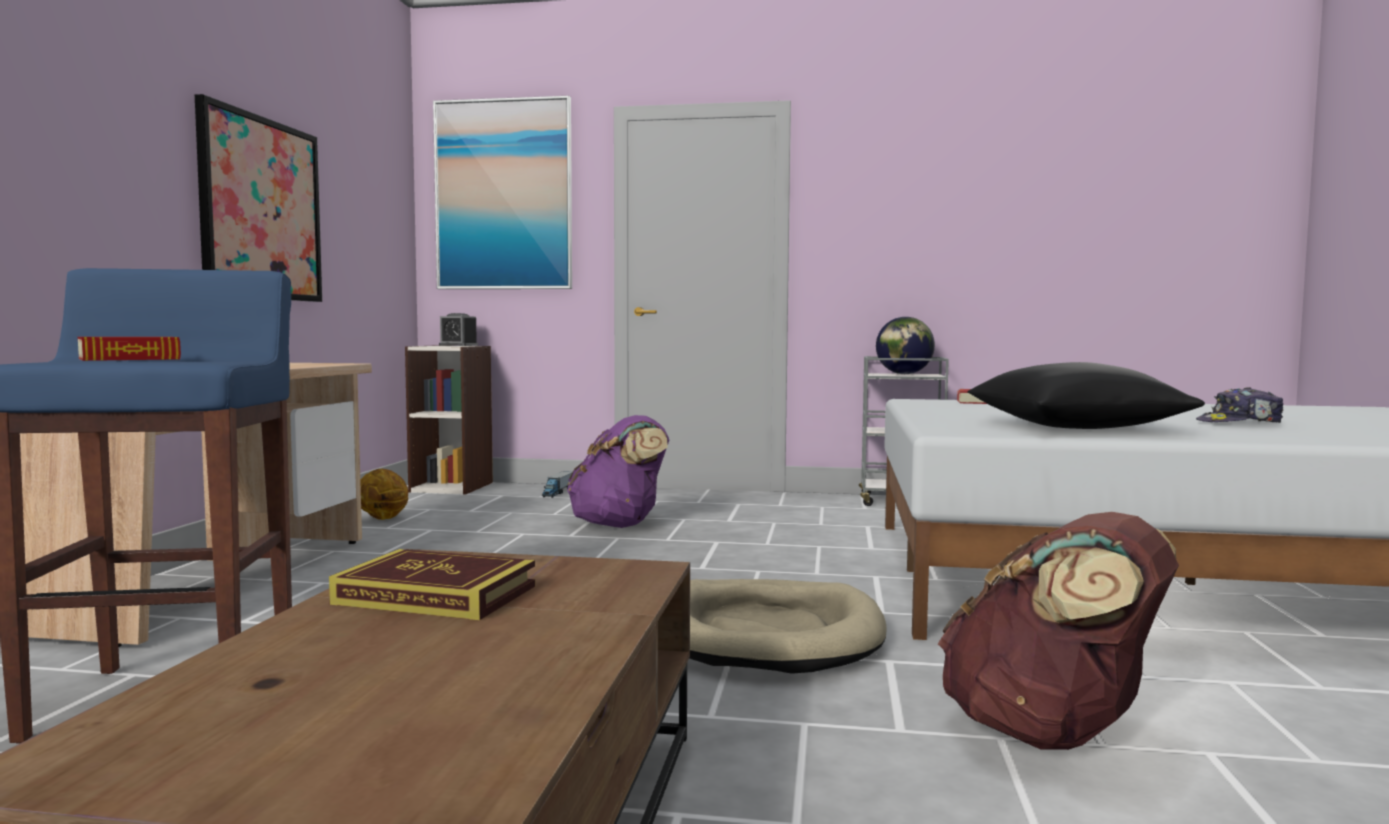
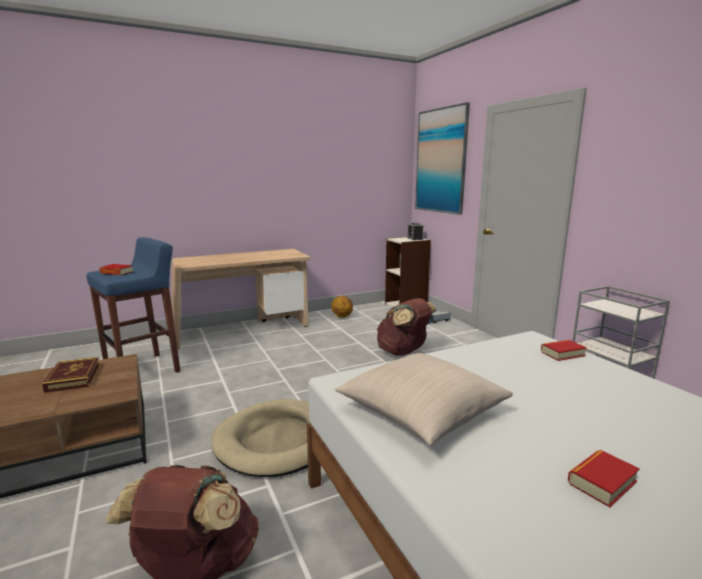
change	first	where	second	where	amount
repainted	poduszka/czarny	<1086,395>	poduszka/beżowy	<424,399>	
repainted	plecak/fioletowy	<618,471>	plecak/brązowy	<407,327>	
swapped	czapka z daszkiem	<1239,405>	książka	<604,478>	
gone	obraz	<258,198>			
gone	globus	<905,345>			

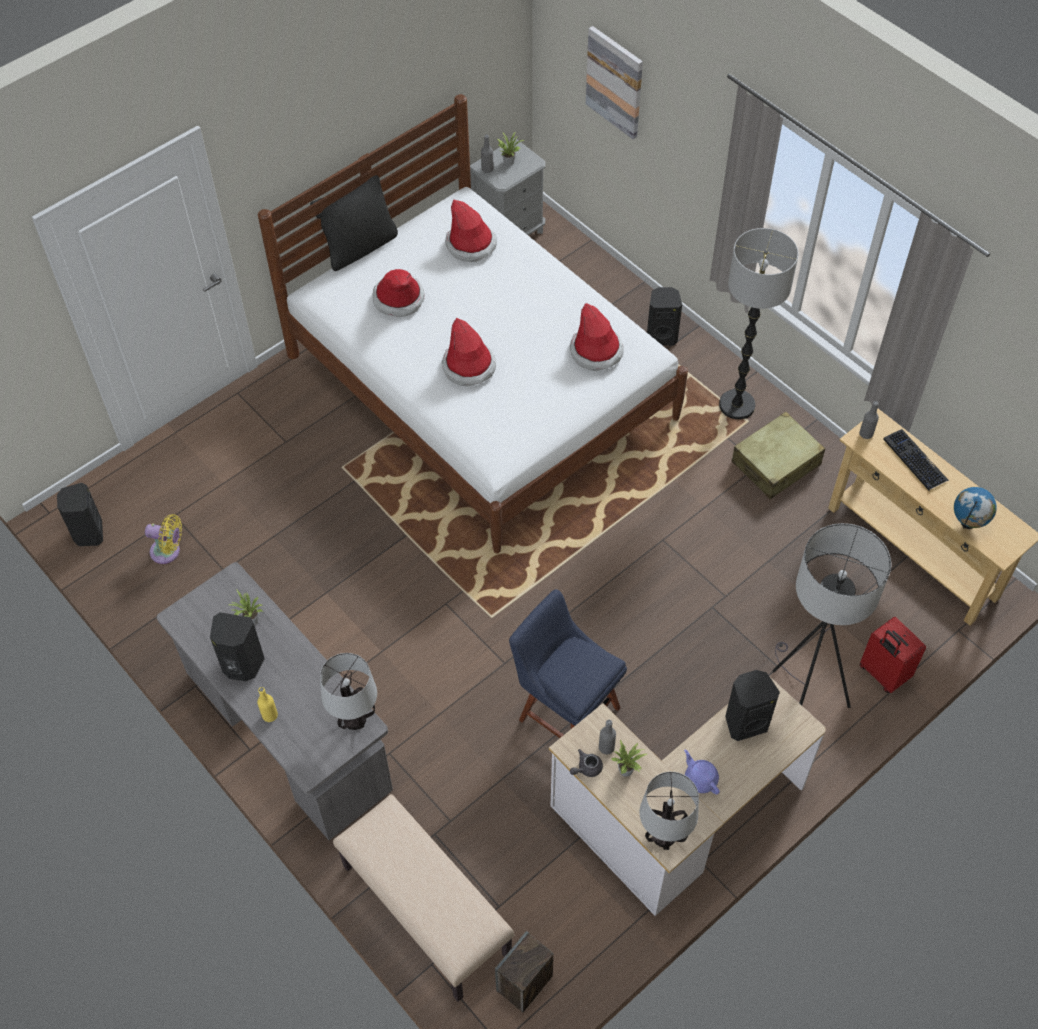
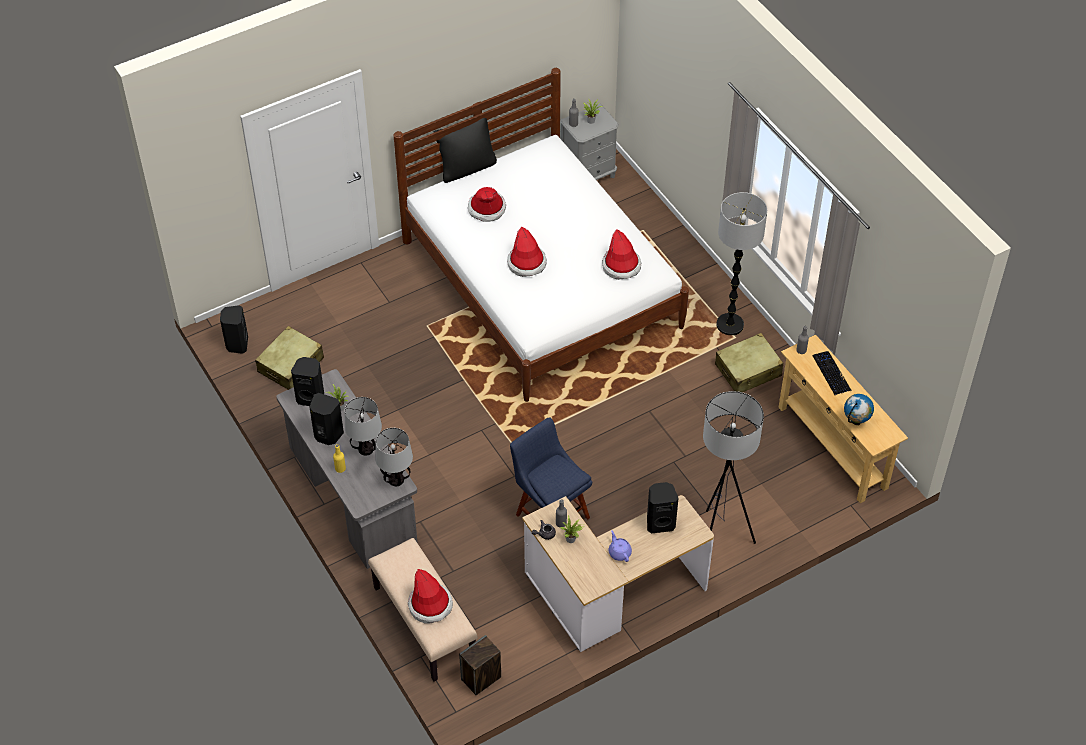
change	first	where	second	where	amount
swapped	wentylator/żółty	<163,539>	walizka/beżowy	<289,358>	
shifted	głośnik/czarny	<664,316>		<307,381>	
shifted	lampa stołowa	<669,811>		<363,426>	
shifted	kapelusz	<471,231>		<430,596>	
gone	obraz	<614,82>			
gone	walizka/czerwony	<892,655>			

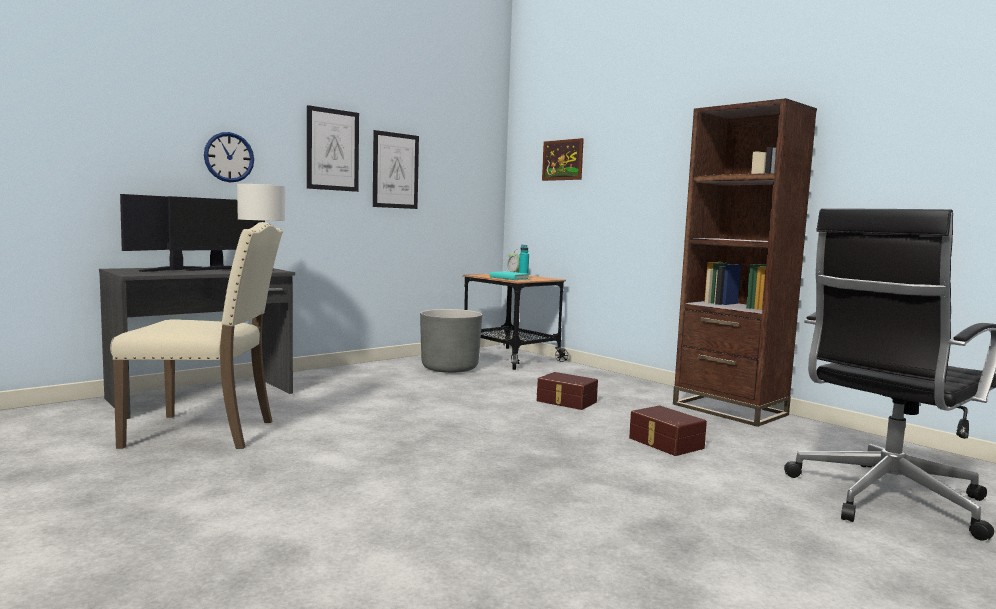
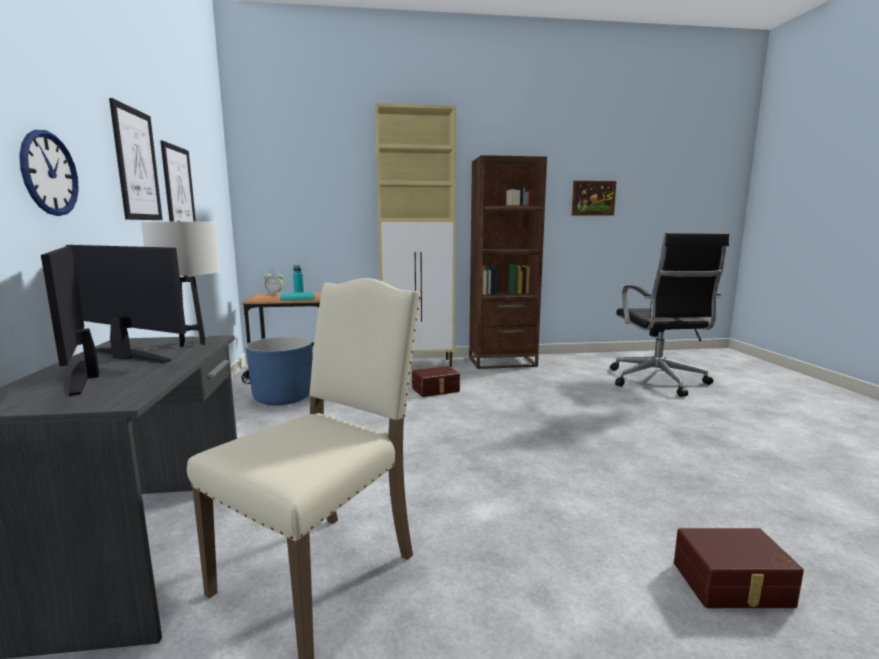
change	first	where	second	where	amount
rotated	monitor	<216,233>		<126,304>	45 degrees counterclockwise
repainted	donica/szary	<451,341>	donica/niebieski	<278,370>	
new			szafka/beżowy	<415,235>	
shifted	obraz	<563,159>		<594,198>	
shifted	pojemnik do przechowywania/brązowy	<668,431>		<739,568>	

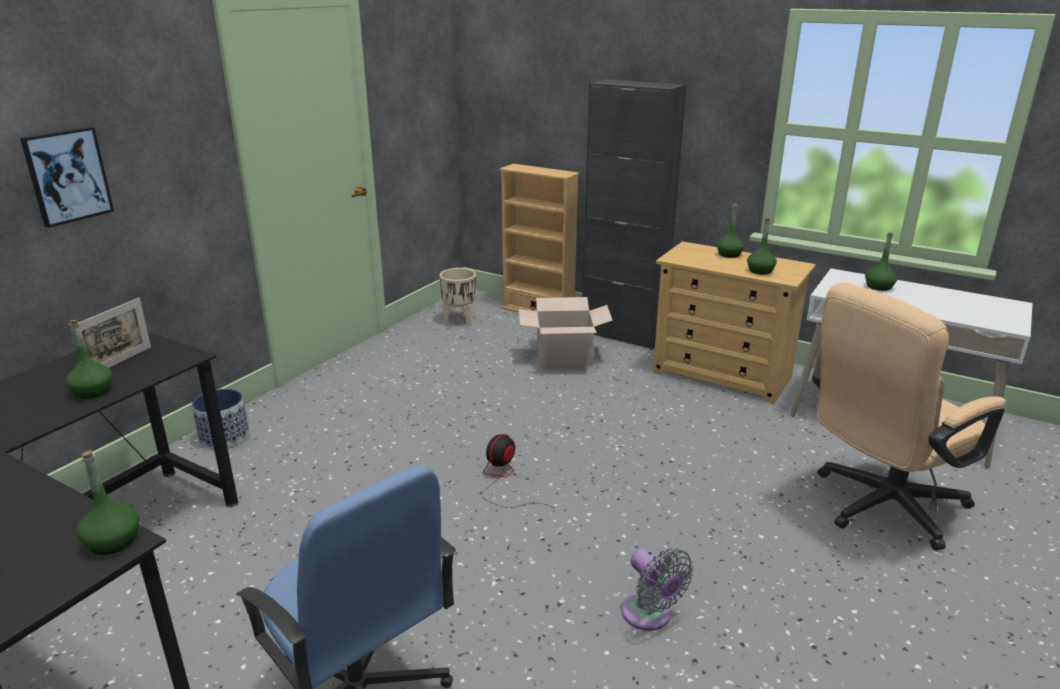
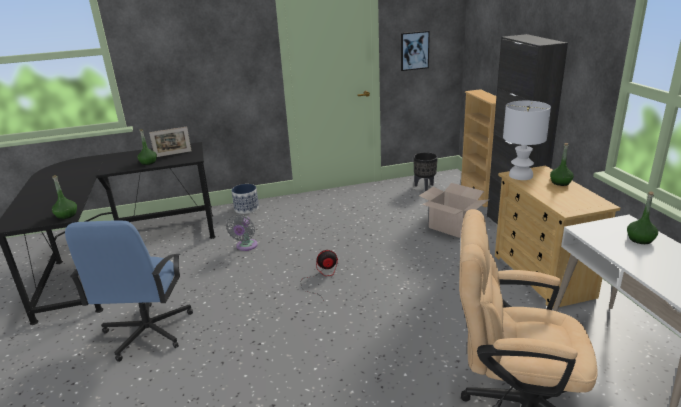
change	first	where	second	where	amount
shifted	wentylator/szary	<657,589>		<242,232>	
shifted	obraz	<67,177>		<415,51>	
repainted	donica/beżowy	<457,297>	donica/czarny	<425,171>	
new			lampa stołowa/biały	<527,140>	
gone	butelka/zielony	<762,246>			

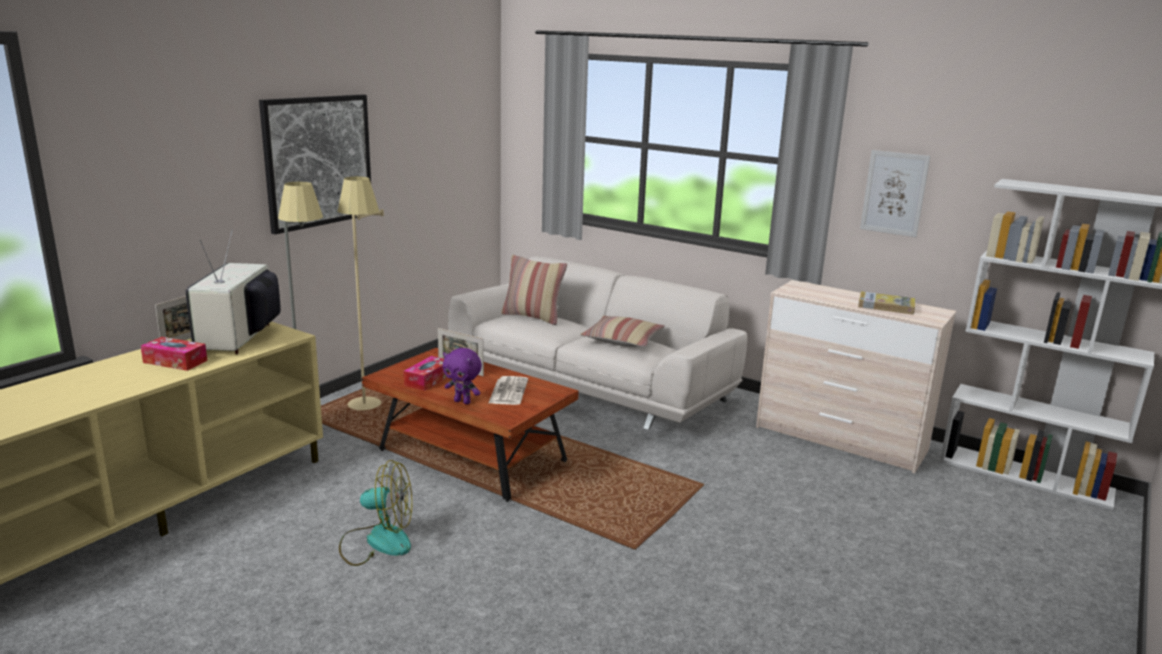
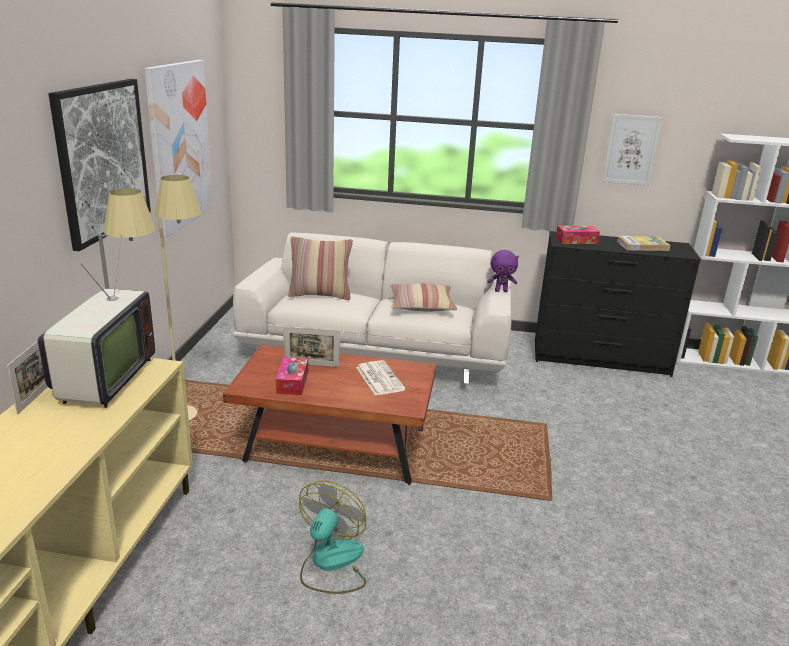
change	first	where	second	where	amount
rotated	telewizor	<233,291>		<96,321>	150 degrees counterclockwise
new			obraz	<178,149>	
rotated	wentylator	<375,513>		<332,537>	45 degrees counterclockwise
shifted	pluszak/fioletowy	<462,376>		<503,271>	
repainted	komoda/beżowy	<856,377>	komoda/czarny	<618,304>	
shifted	pudełko chusteczek	<174,354>		<577,235>	

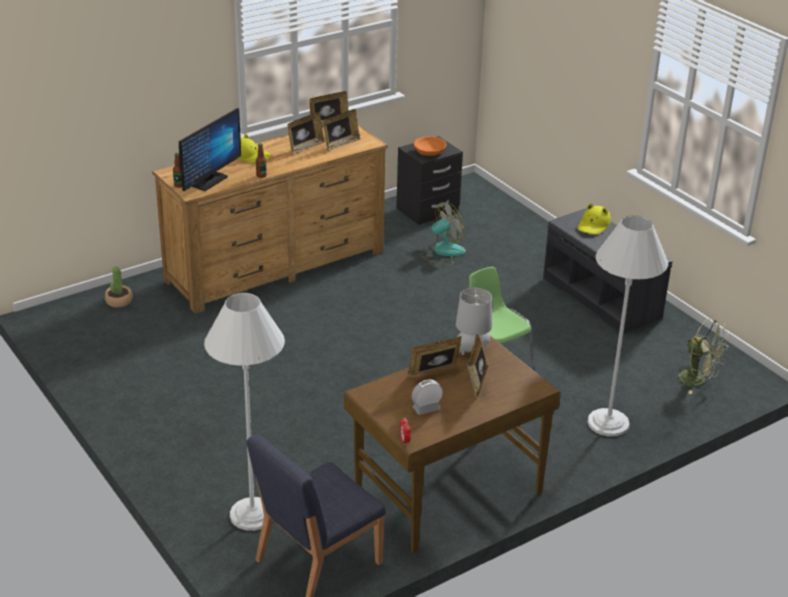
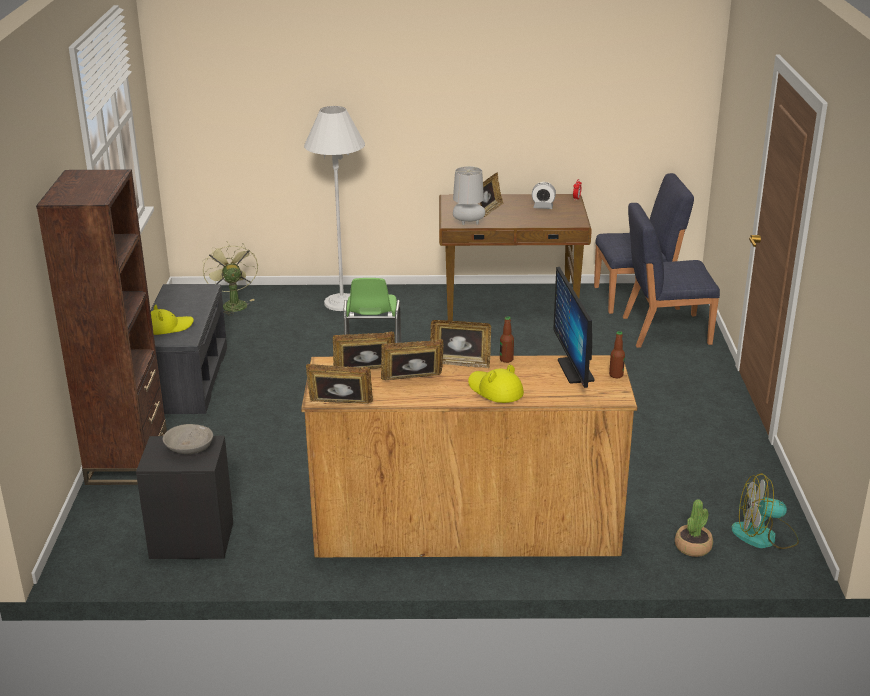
change	first	where	second	where	amount
new			regał/brązowy	<101,327>	
repainted	miska/pomarańczowy	<430,146>	miska/szary	<188,439>	
shifted	ramka na zdjęcie	<434,356>		<460,344>	
rotated	monitor	<210,149>		<573,327>	75 degrees counterclockwise
swapped	lampa stojąca/biały	<244,412>	krzesło/niebieski	<671,275>	
shifted	wentylator	<443,234>		<765,511>	

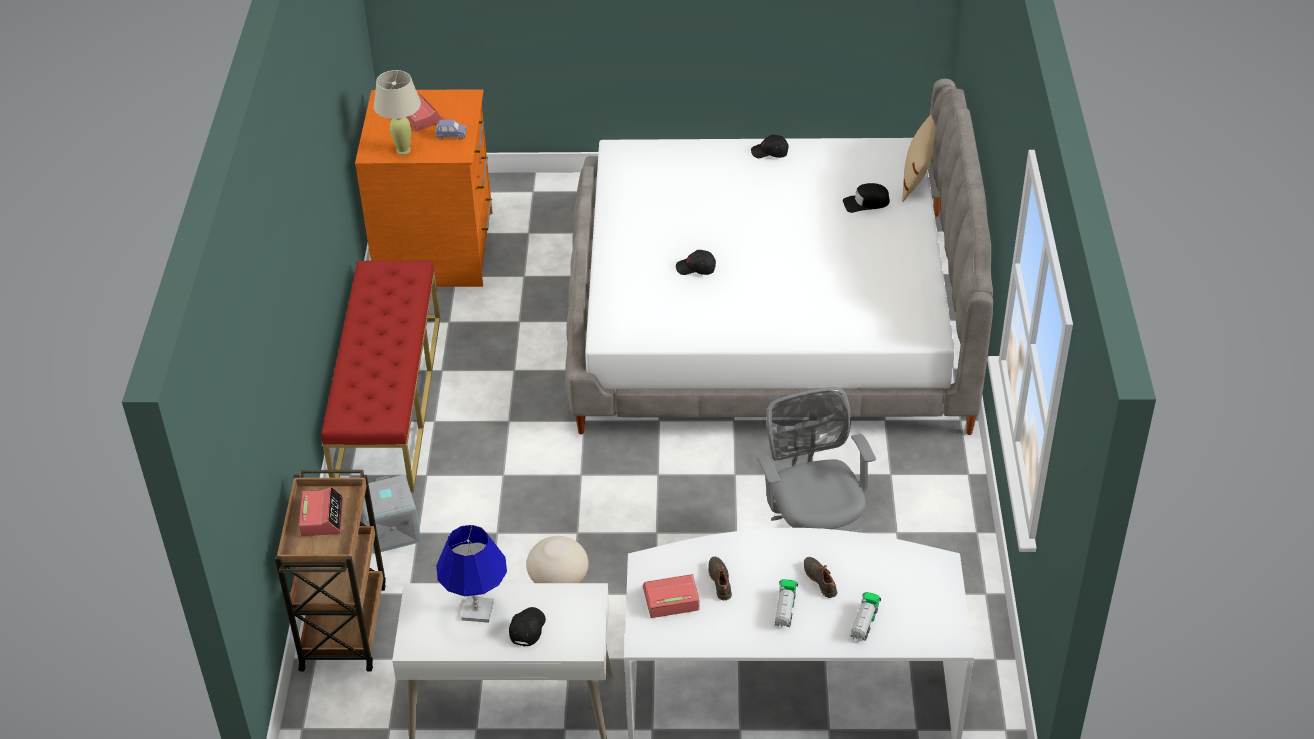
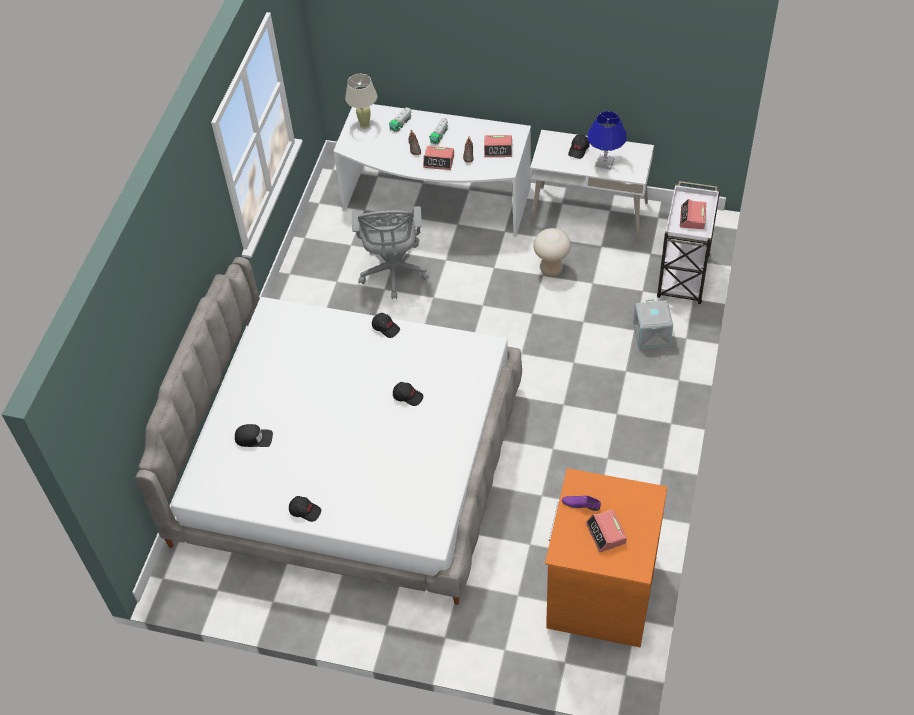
change	first	where	second	where	amount
shifted	lampa stołowa/beżowy	<397,112>		<361,101>	
new			czapka z daszkiem/czarny	<386,325>	
new			budzik	<438,158>	
swapped	samochodzik/niebieski	<451,130>	but/fioletowy	<581,503>	
repainted	wózek/brązowy	<330,571>	wózek/biały	<688,242>	
gone	ławka/czerwony	<380,376>			
gone	poduszka/beżowy	<919,158>			

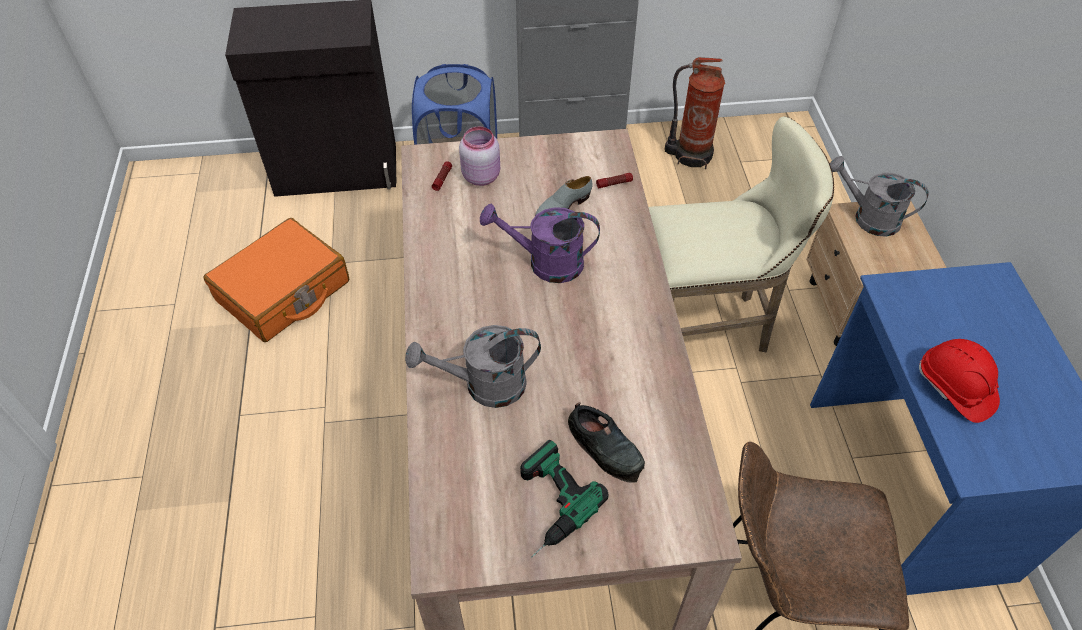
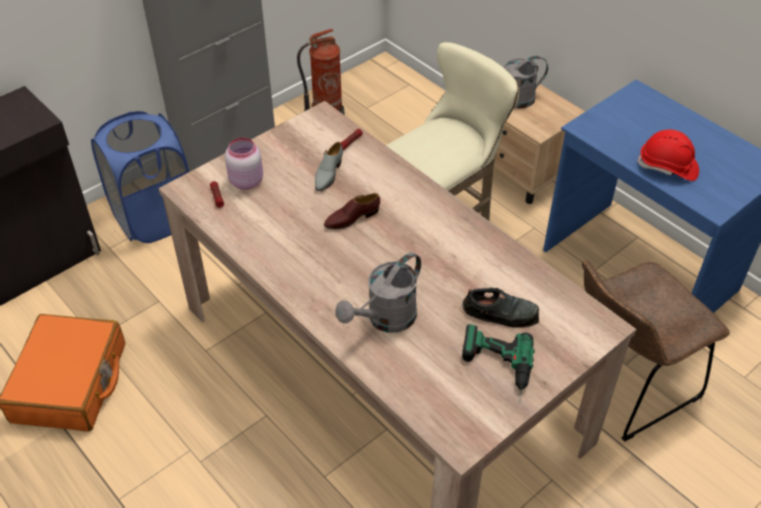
change	first	where	second	where	amount
swapped	konewka/fioletowy	<540,243>	but/brązowy	<352,211>	

